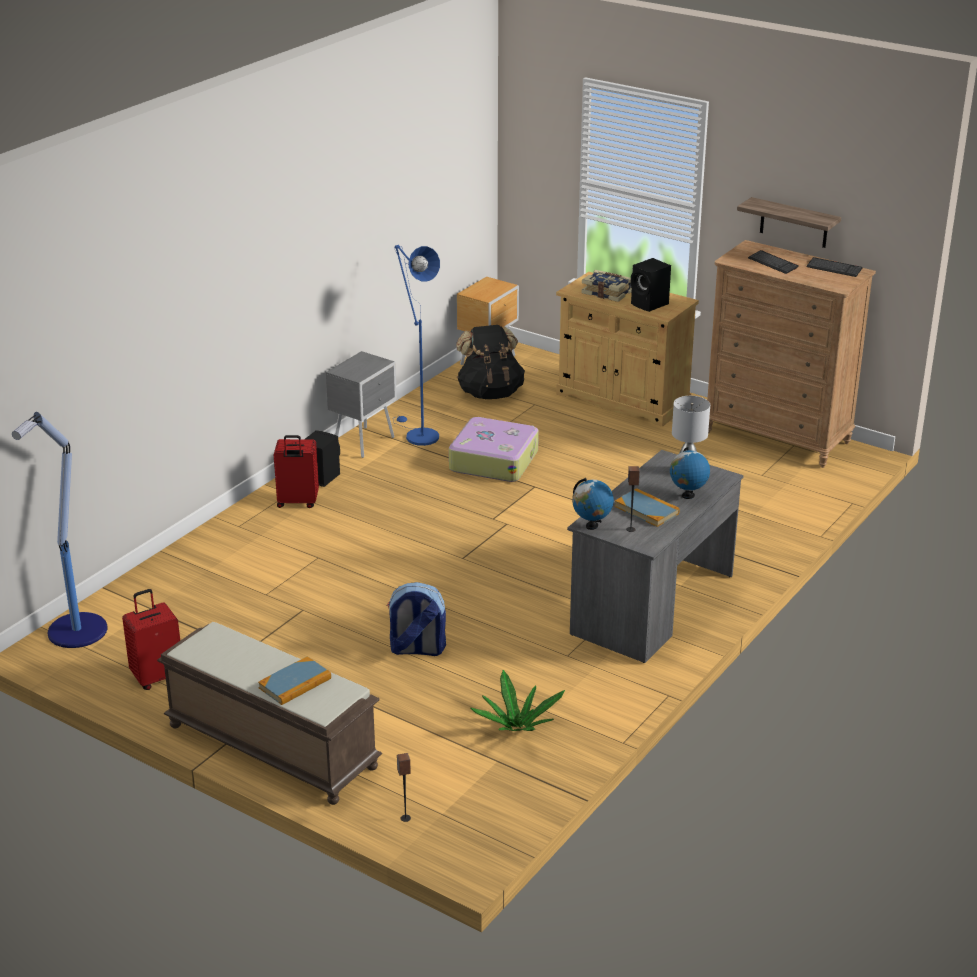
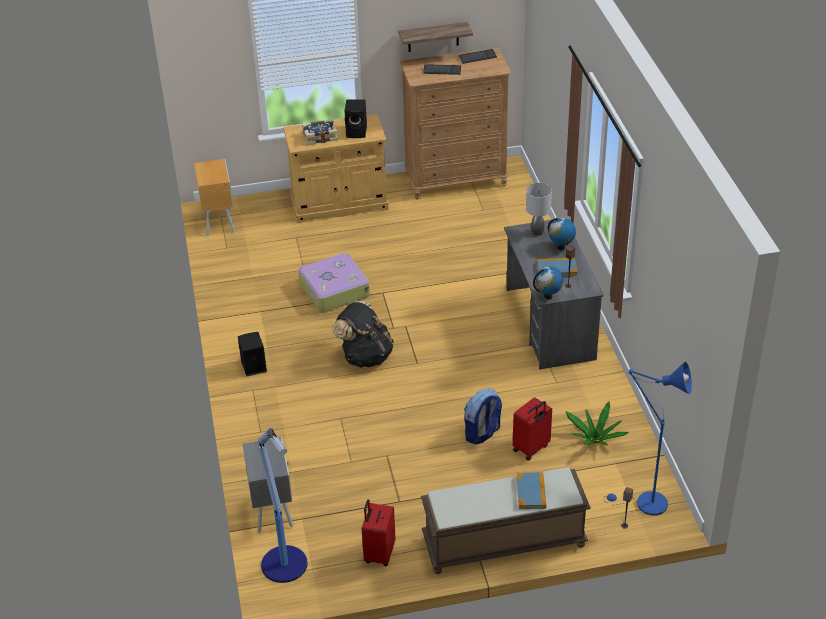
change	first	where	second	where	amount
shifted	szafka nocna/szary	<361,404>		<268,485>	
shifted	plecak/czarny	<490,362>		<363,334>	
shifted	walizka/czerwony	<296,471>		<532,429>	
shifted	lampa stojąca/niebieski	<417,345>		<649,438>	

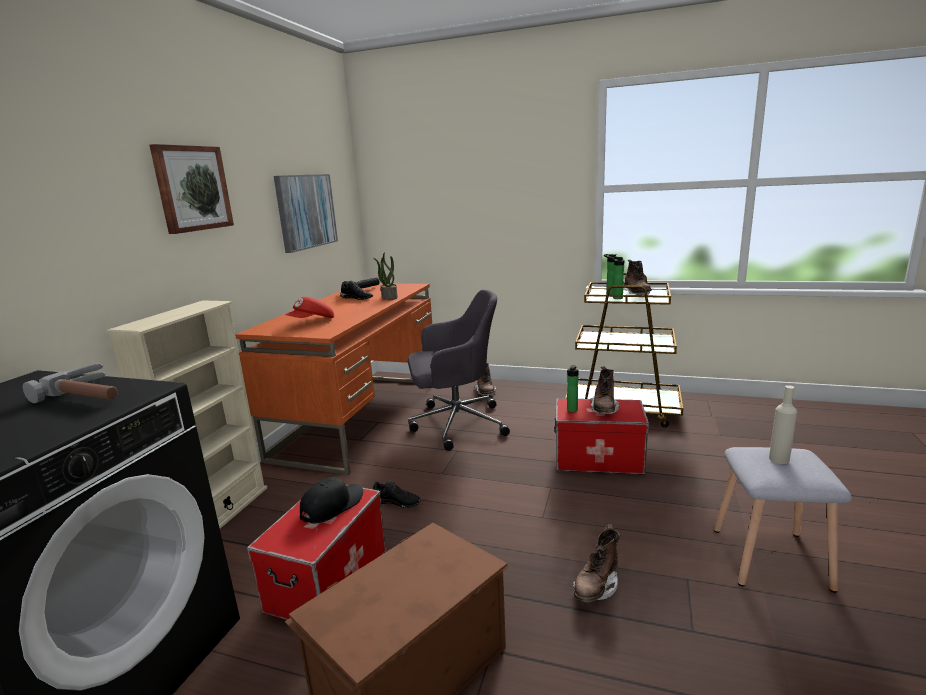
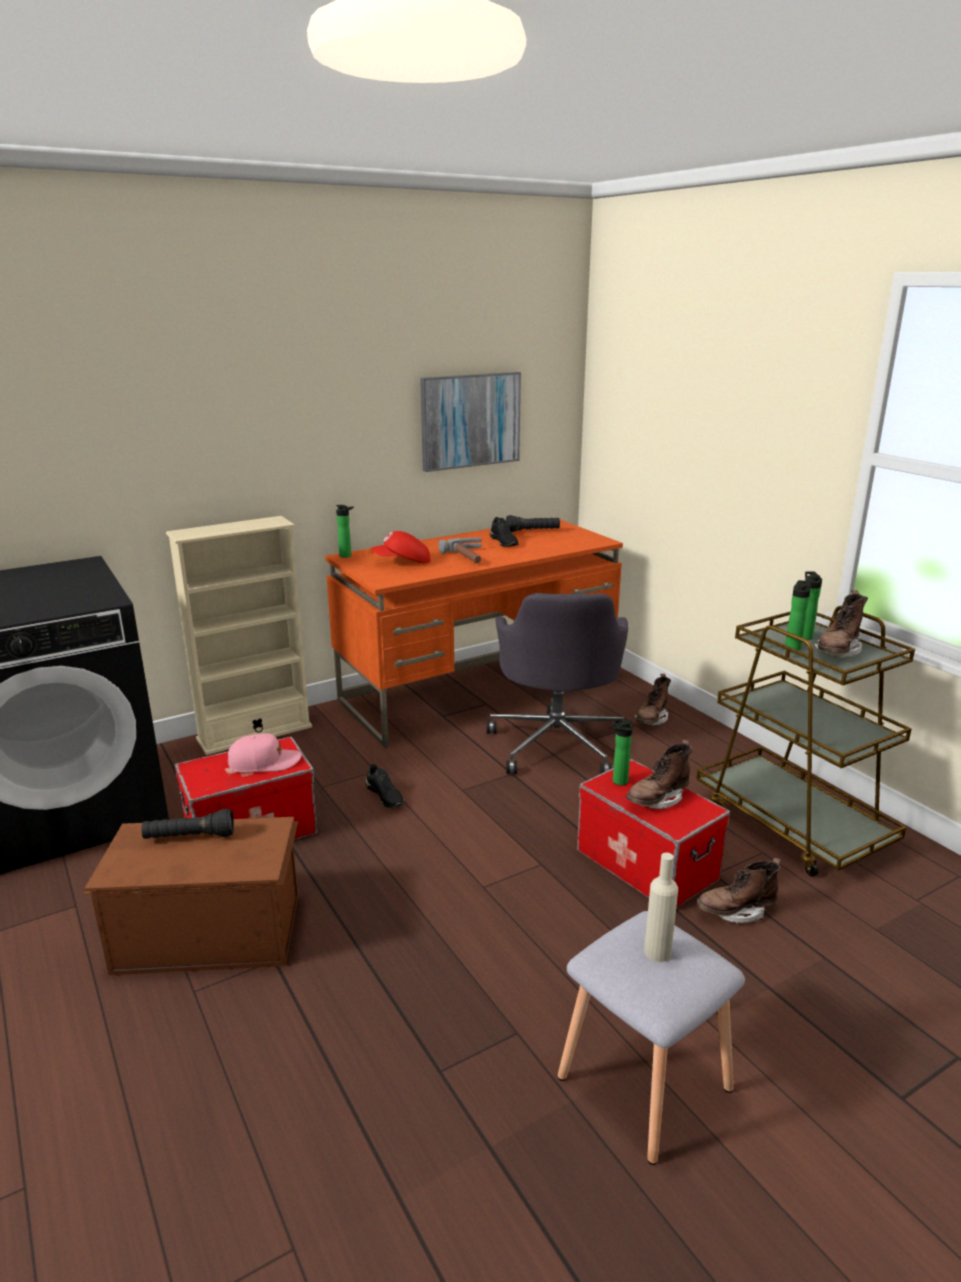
change	first	where	second	where	amount
new			latarka/czarny	<187,824>	
repainted	czapka z daszkiem/czarny	<331,500>	czapka z daszkiem/różowy	<265,752>	
new			butelka	<345,531>	
shifted	młotek	<70,383>		<460,550>	
rotated	krzesło biurowe/szary	<459,370>		<557,683>	60 degrees clockwise
shifted	but z cholewką/brązowy	<596,563>		<739,890>	
gone	obraz	<192,189>			
gone	roślina doniczkowa	<386,276>			

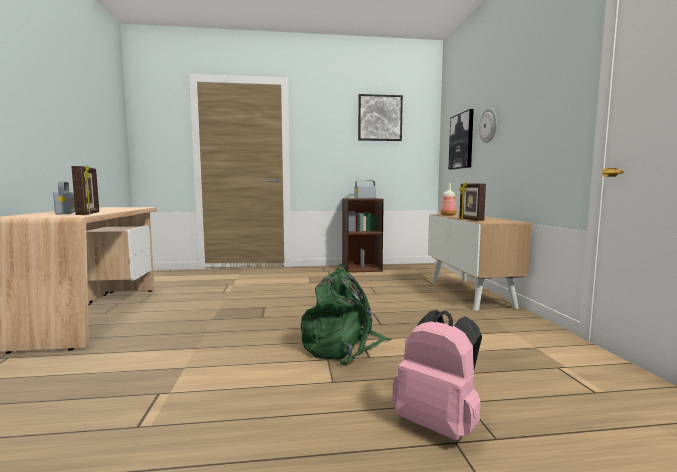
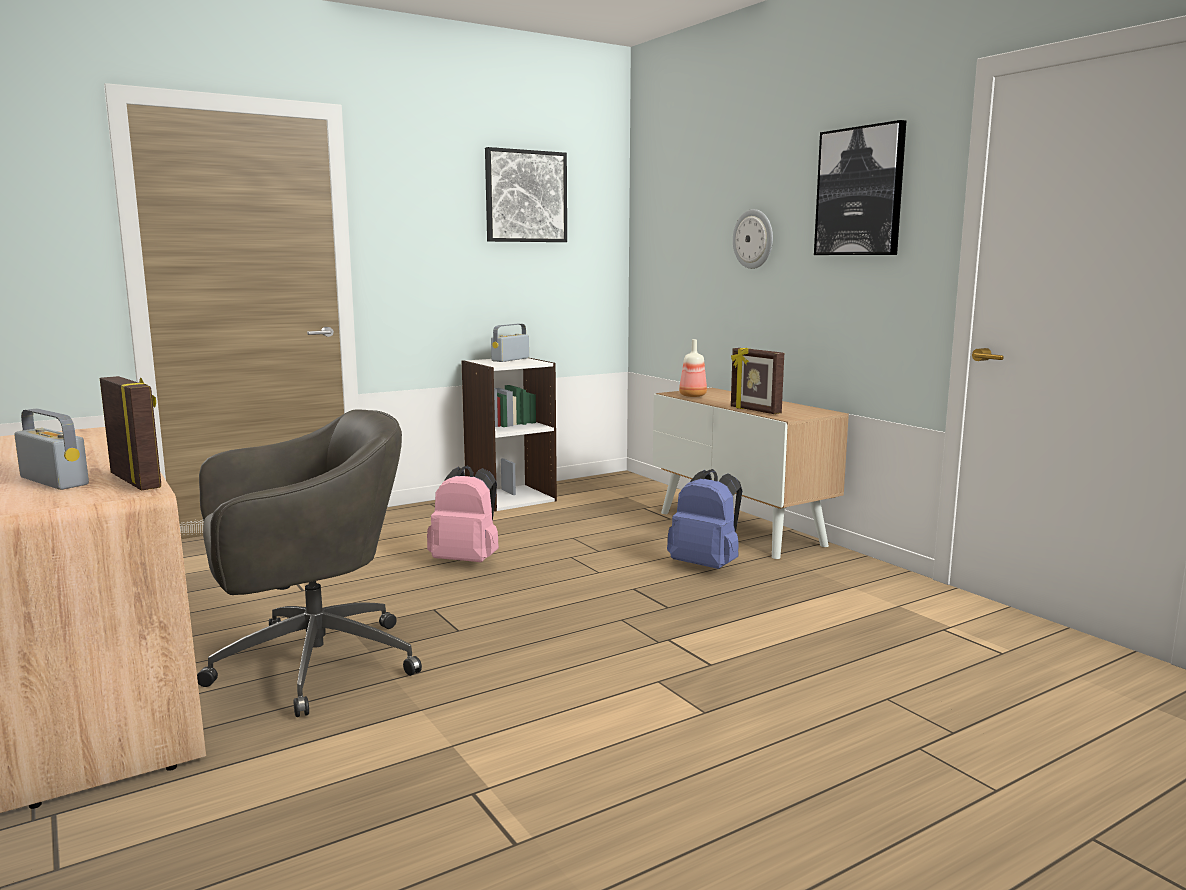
change	first	where	second	where	amount
new			krzesło biurowe/szary	<309,563>	
shifted	plecak/różowy	<437,375>		<463,514>	
repainted	regał/brązowy	<363,235>	regał/biały	<509,435>	
new			plecak/niebieski	<704,519>	
shifted	obraz	<461,139>		<860,187>	
gone	plecak/zielony	<346,314>			

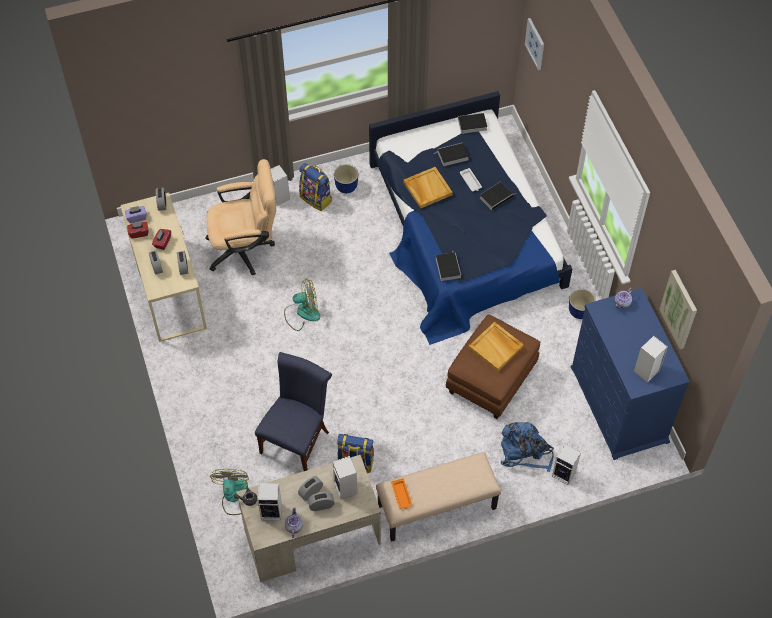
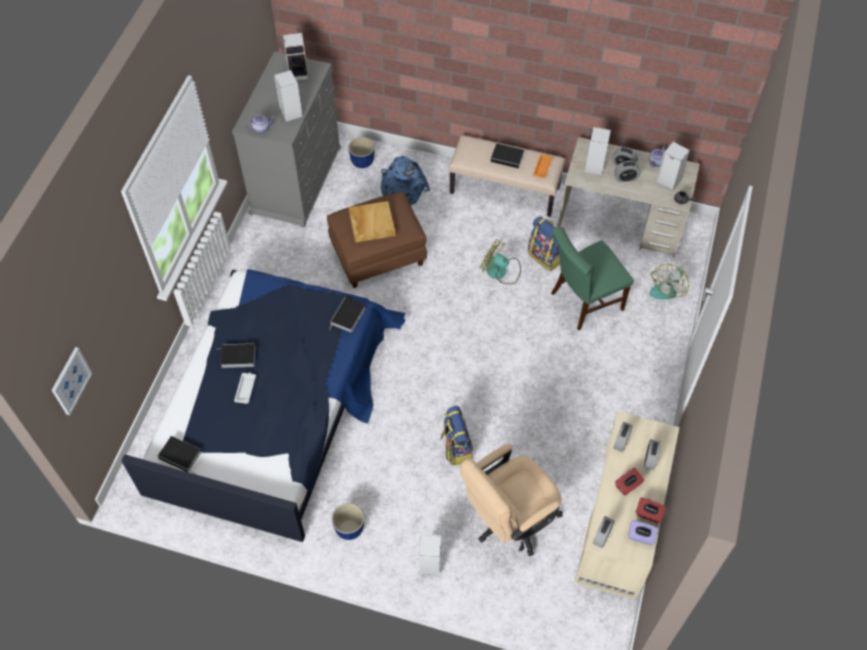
change	first	where	second	where	amount
repainted	komoda/niebieski	<630,374>	komoda/szary	<286,139>	
shifted	głośnik	<566,464>		<288,96>	
shifted	donica	<582,304>		<361,152>	
shifted	plecak	<315,187>		<457,436>	
rotated	krzesło biurowe/beżowy	<240,217>		<511,500>	60 degrees counterclockwise
shifted	wentylator	<302,305>		<500,261>	
shifted	książka	<452,154>		<507,156>	
repainted	krzesło/niebieski	<293,411>	krzesło/zielony	<592,279>	
gone	taca/beżowy	<428,188>			
gone	obraz	<678,309>			

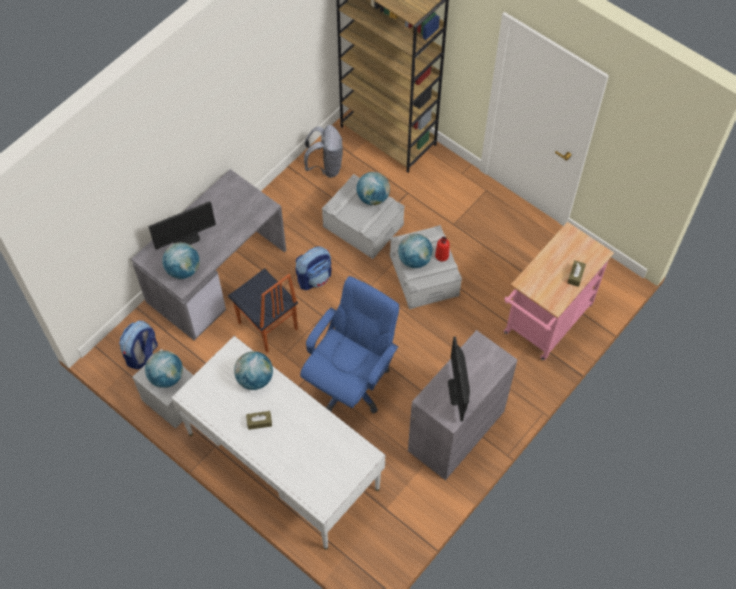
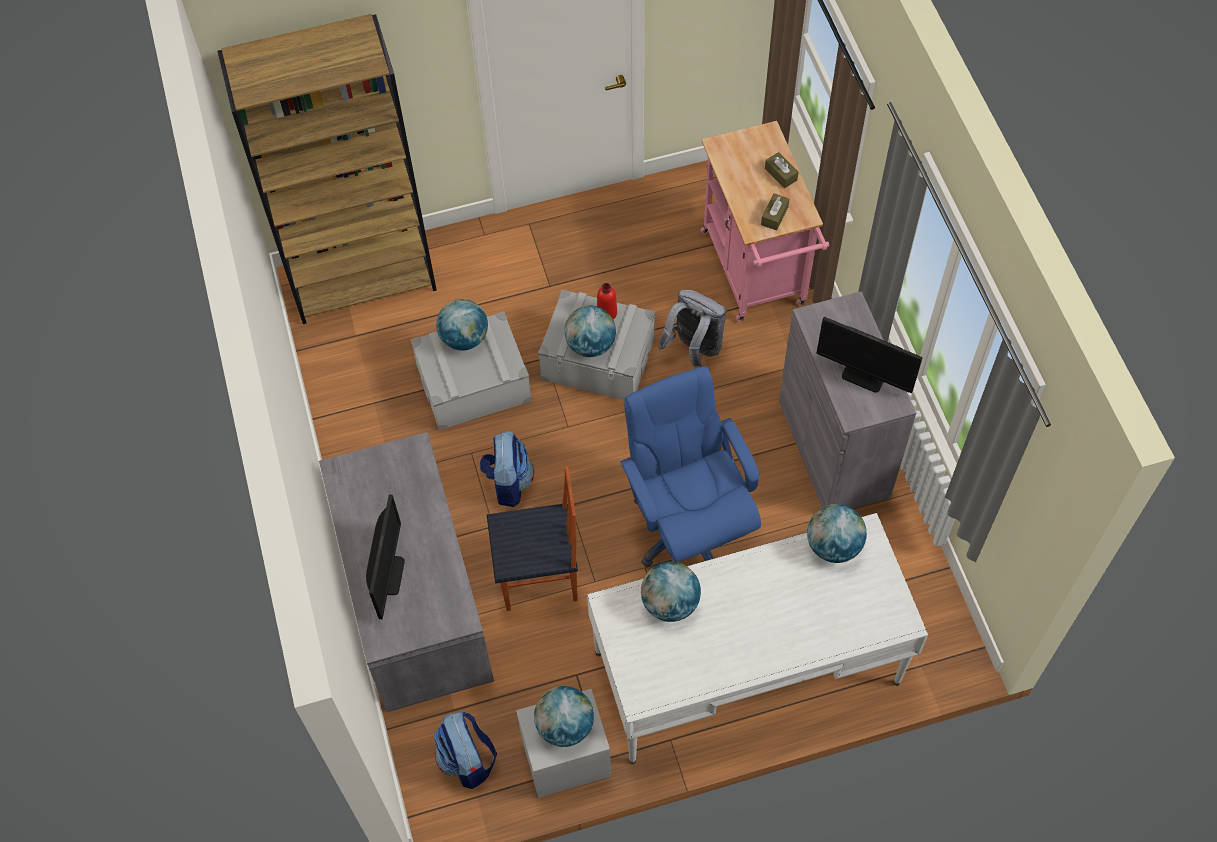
change	first	where	second	where	amount
shifted	plecak/szary	<323,151>		<692,328>	
shifted	pudełko chusteczek/brązowy	<259,420>		<775,211>	
shifted	globus	<181,260>		<837,533>	

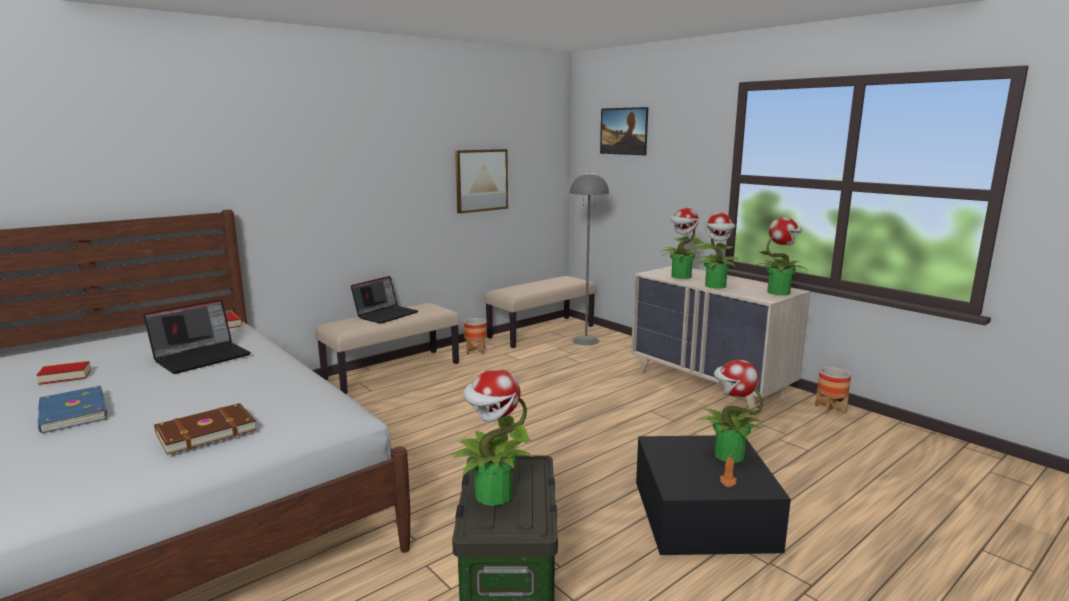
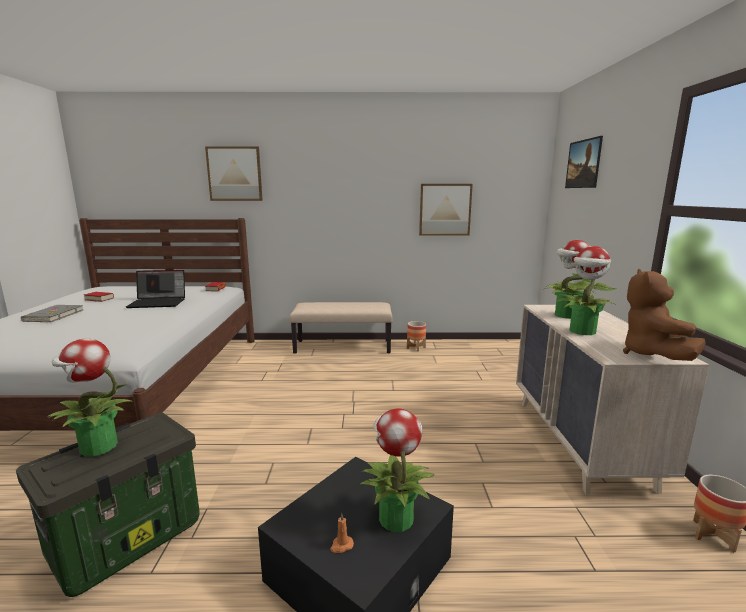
change	first	where	second	where	amount
repainted	książka/niebieski	<73,409>	książka/szary	<52,313>	
new			obraz	<234,173>	
swapped	roślina doniczkowa	<782,256>	pluszak/brązowy	<664,315>	
gone	książka/brązowy	<205,429>			
gone	laptop	<384,300>			
gone	ławka/beżowy	<540,312>			
gone	lampa stojąca/szary	<589,258>			

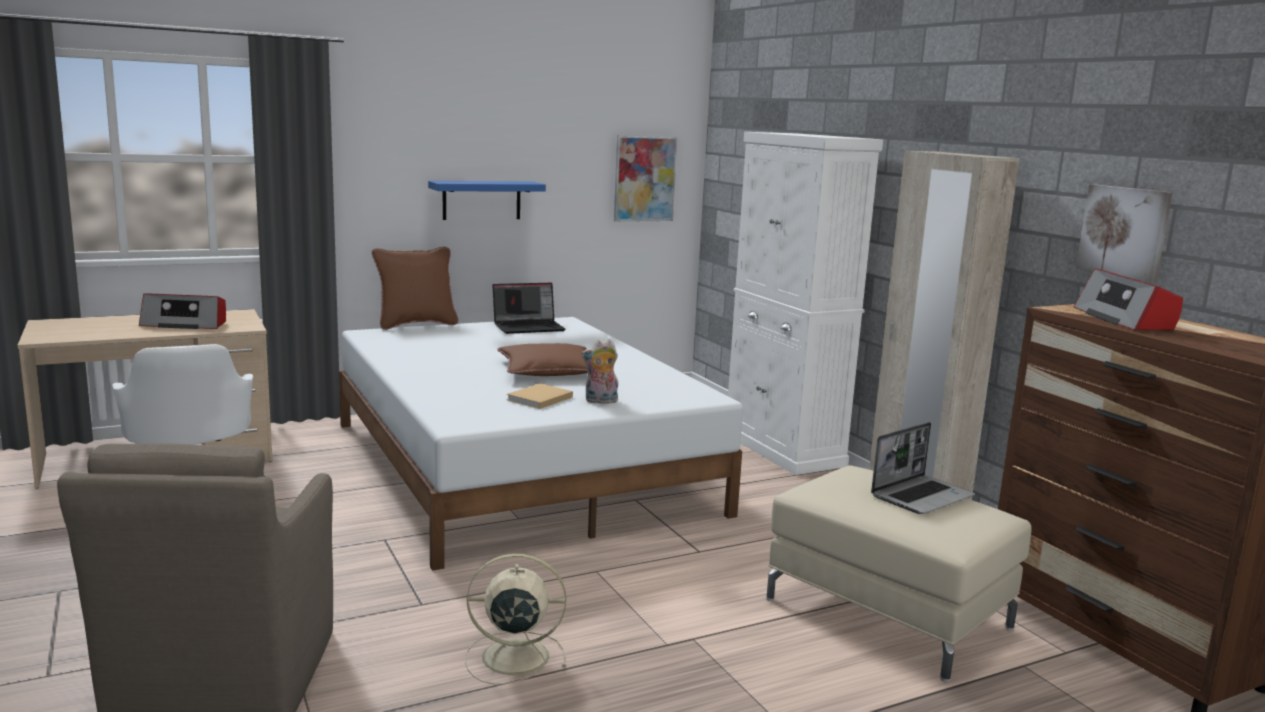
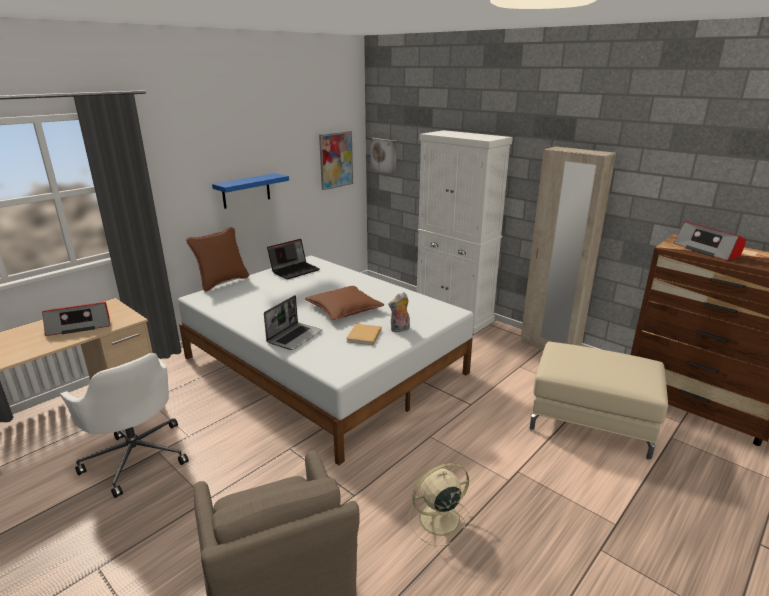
change	first	where	second	where	amount
shifted	laptop	<923,468>		<293,322>	
shifted	obraz	<1124,233>		<383,156>	

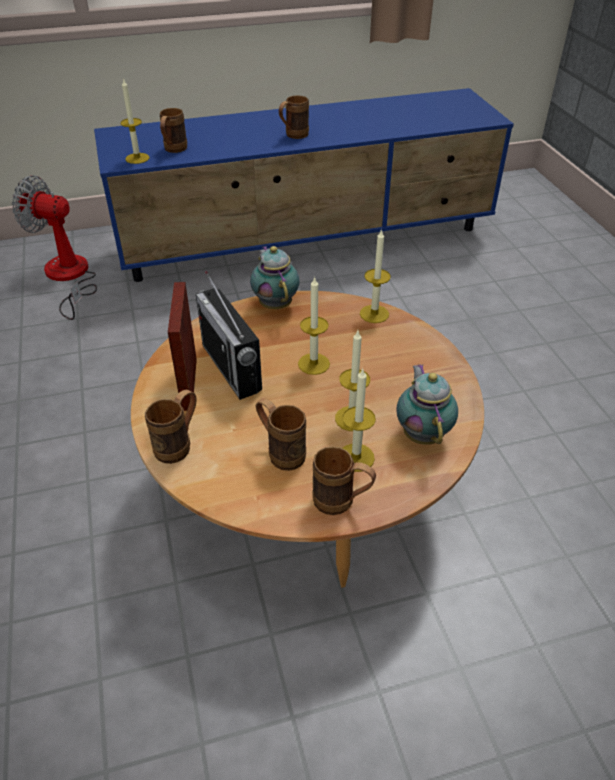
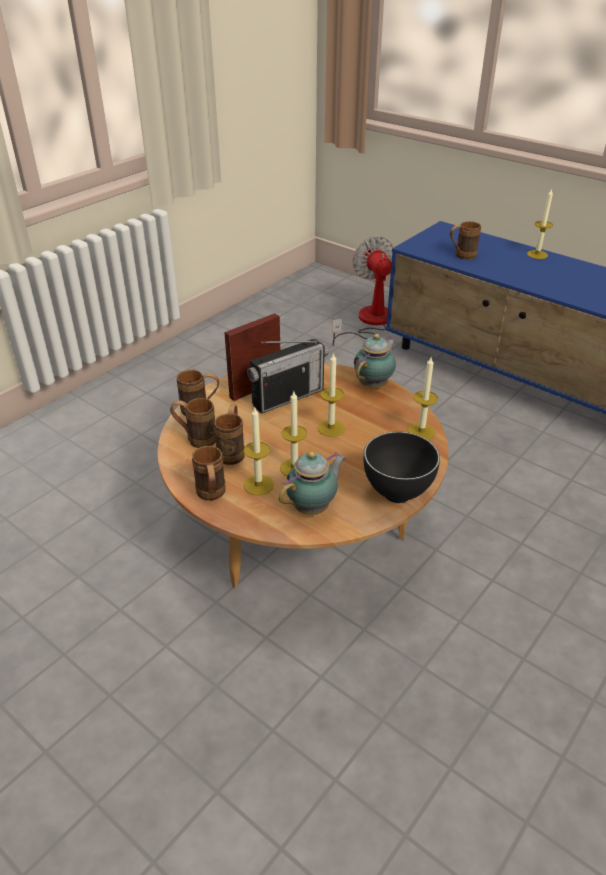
change	first	where	second	where	amount
shifted	kubek/brązowy	<294,117>		<193,423>	
rotated	radio	<228,335>		<287,376>	150 degrees counterclockwise
new			miska/czarny	<401,467>	
shifted	świeca	<135,121>		<540,224>	

